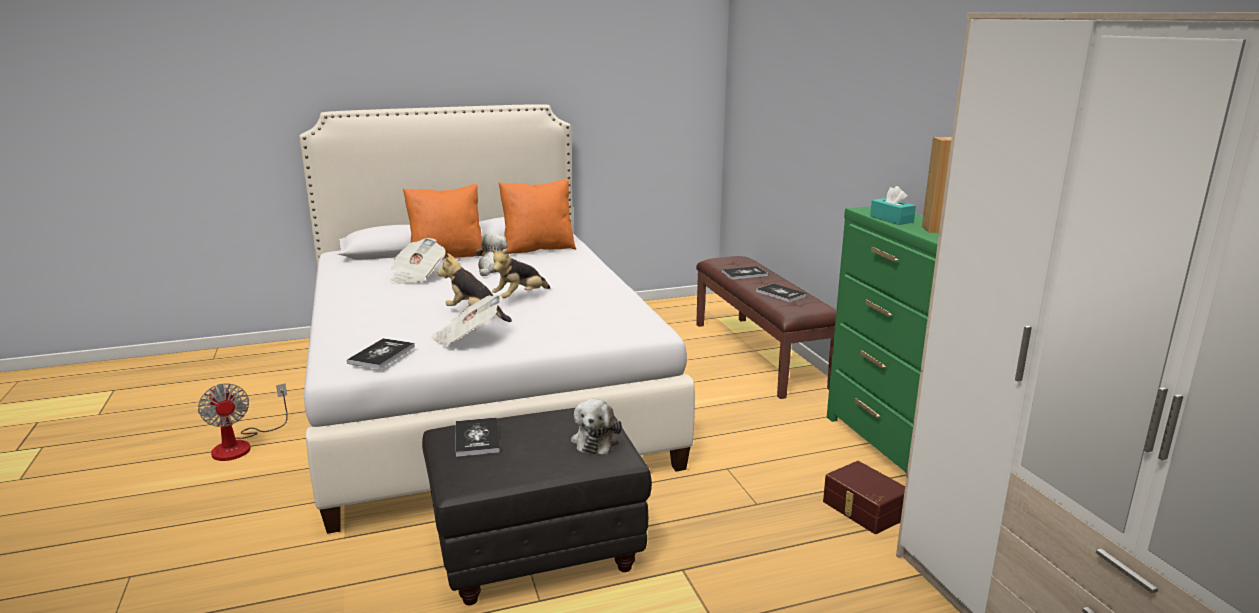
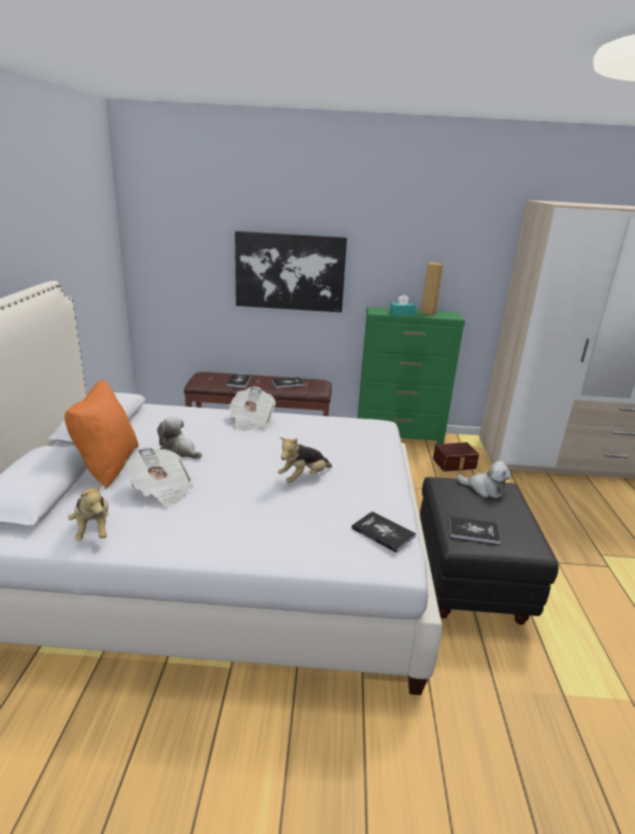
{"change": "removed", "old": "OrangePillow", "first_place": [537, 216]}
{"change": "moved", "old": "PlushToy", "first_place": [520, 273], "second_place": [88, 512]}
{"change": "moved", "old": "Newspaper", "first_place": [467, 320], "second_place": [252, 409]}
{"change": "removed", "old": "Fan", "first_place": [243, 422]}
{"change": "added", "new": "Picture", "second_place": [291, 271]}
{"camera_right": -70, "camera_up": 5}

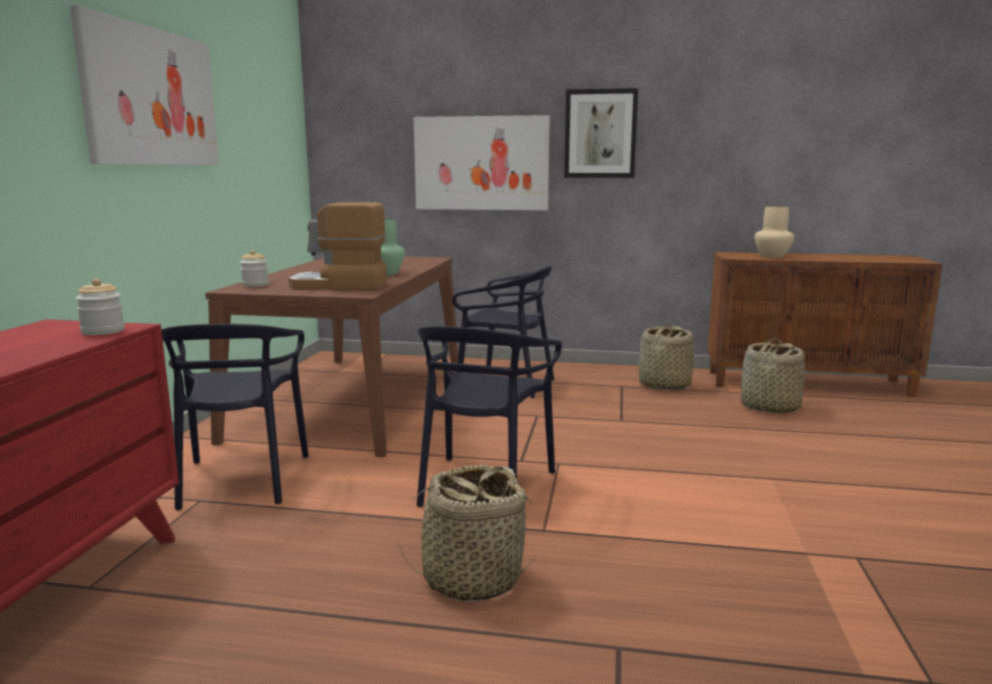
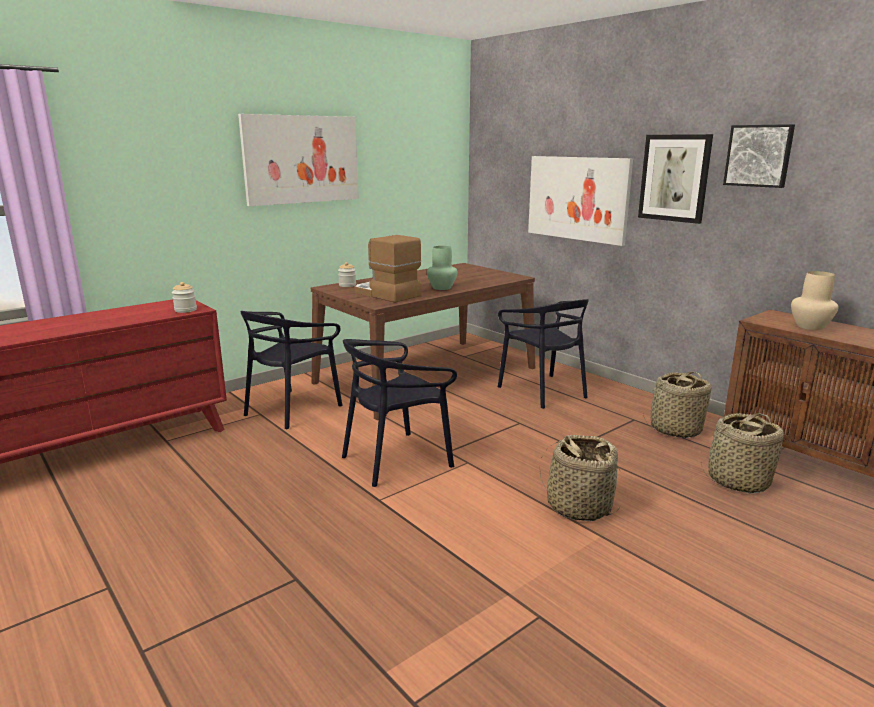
{"change": "moved", "old": "Basket", "first_place": [467, 533], "second_place": [580, 478]}
{"change": "added", "new": "Picture", "second_place": [759, 156]}
{"camera_right": 40, "camera_up": 5}

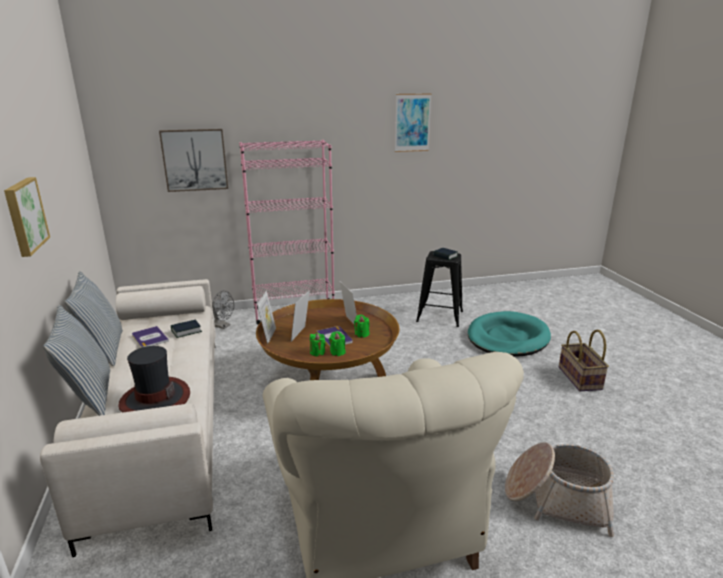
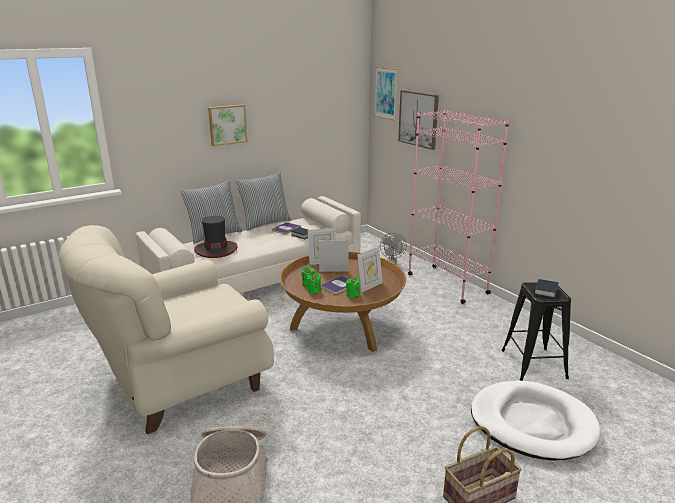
{"change": "moved", "old": "Picture", "first_place": [413, 122], "second_place": [386, 93]}
{"change": "recoloured", "old": "TurquoiseDogBed", "new": "WhiteDogBed", "first_place": [509, 334], "second_place": [536, 420]}
{"camera_right": 70, "camera_up": 0}

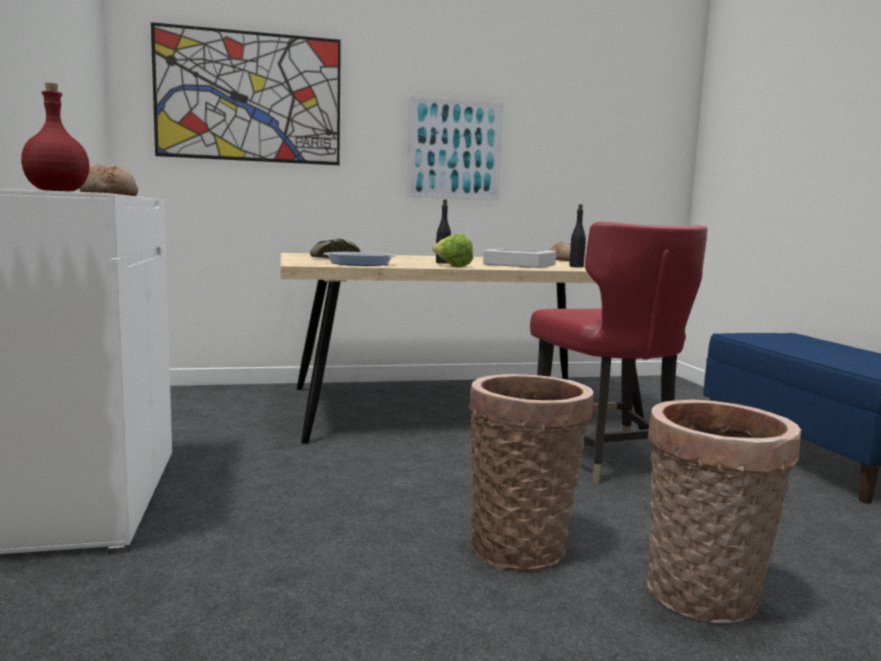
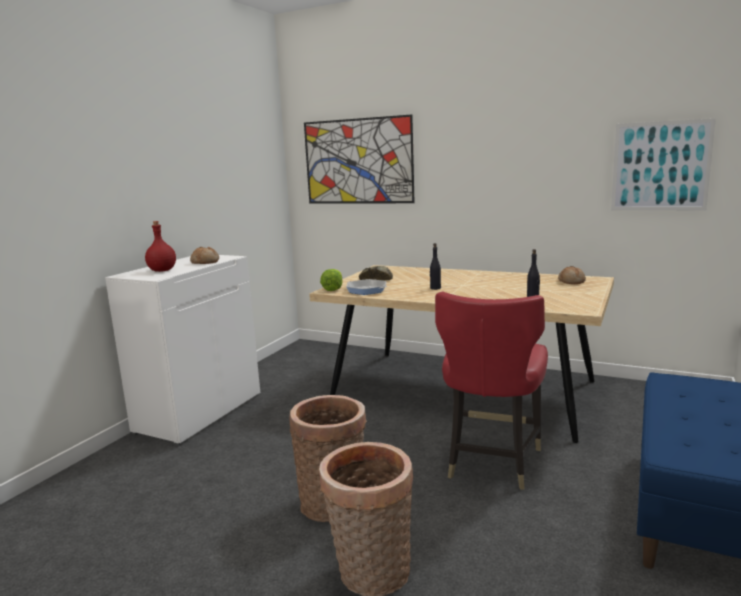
{"change": "moved", "old": "Picture", "first_place": [454, 148], "second_place": [663, 164]}
{"change": "moved", "old": "Lettuce", "first_place": [452, 250], "second_place": [331, 280]}
{"change": "removed", "old": "GreyTray", "first_place": [519, 258]}
{"camera_right": 40, "camera_up": 5}

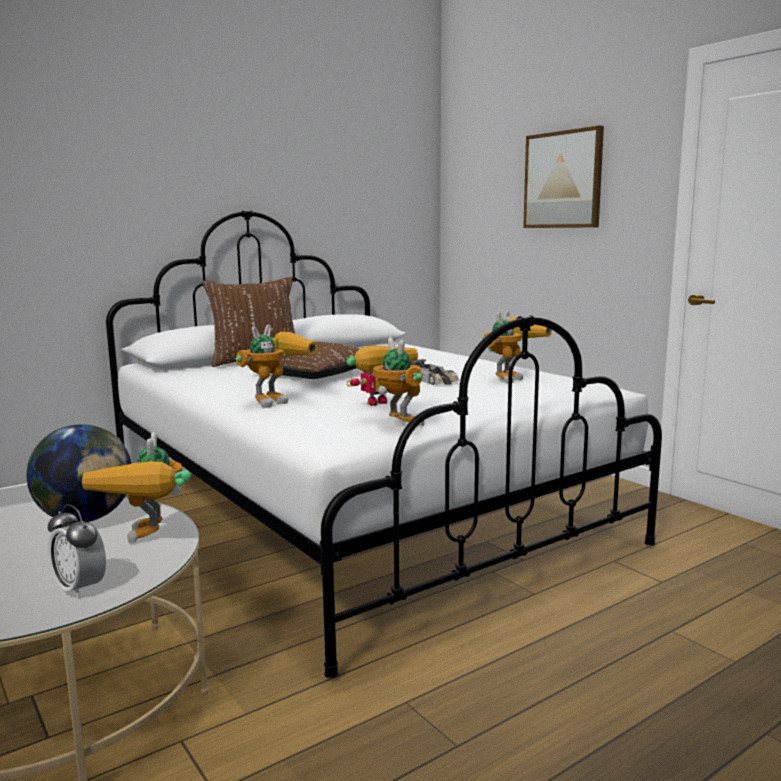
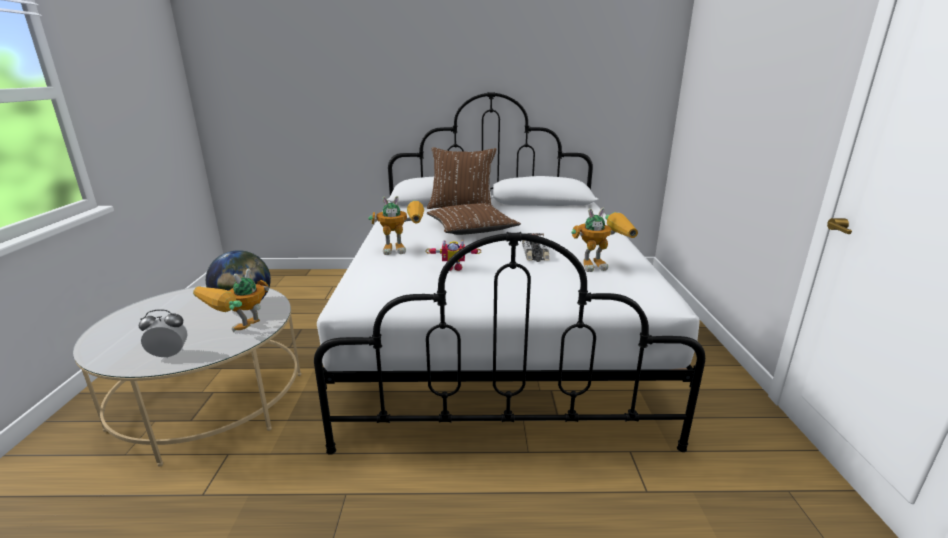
{"change": "removed", "old": "Picture", "first_place": [563, 176]}
{"change": "removed", "old": "ToyRobot", "first_place": [385, 381]}
{"change": "turned", "old": "AlarmClock", "first_place": [77, 551], "second_place": [163, 333], "degrees": 90}
{"camera_right": 35, "camera_up": 10}

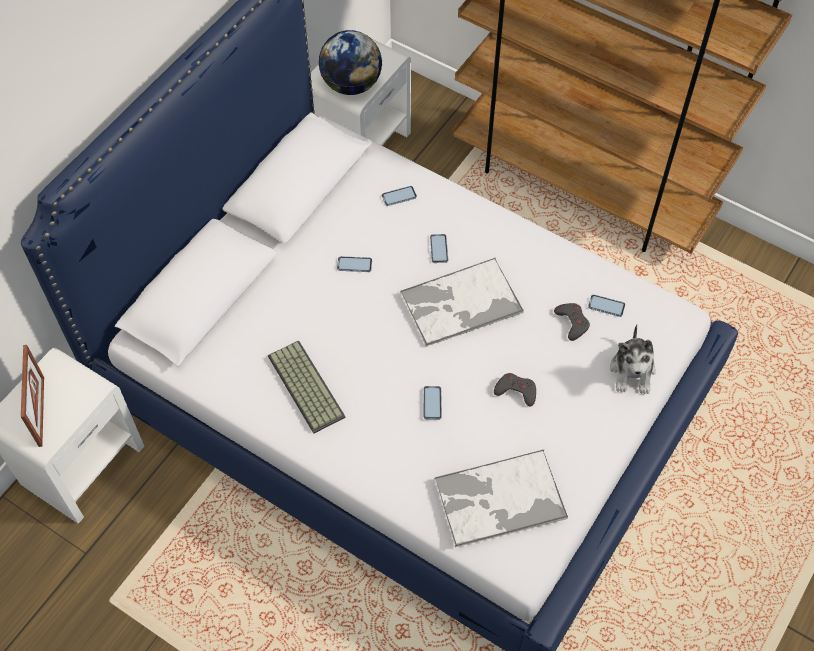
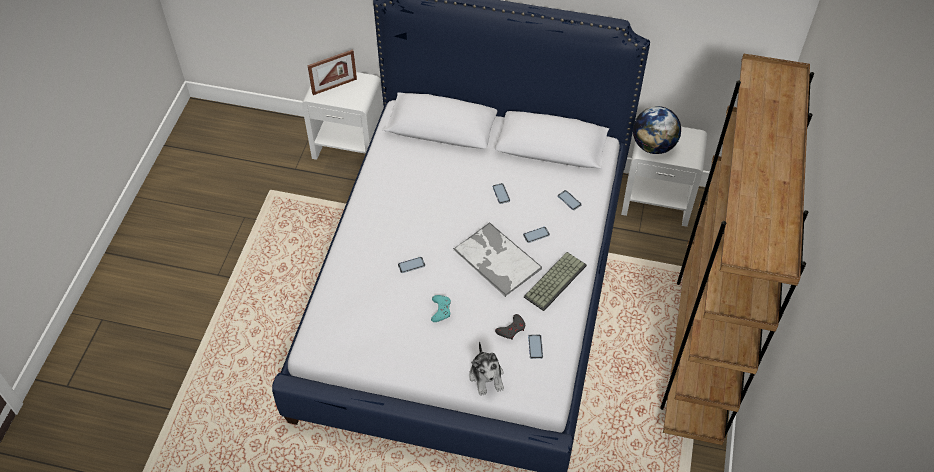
{"change": "turned", "old": "PlushToy", "first_place": [633, 359], "second_place": [486, 369], "degrees": -90}
{"change": "moved", "old": "Keyboard", "first_place": [307, 387], "second_place": [555, 281]}
{"change": "recoloured", "old": "GreyGameController", "new": "TurquoiseGameController", "first_place": [515, 389], "second_place": [441, 308]}
{"change": "removed", "old": "Tray", "first_place": [501, 498]}
{"camera_right": 70, "camera_up": -5}

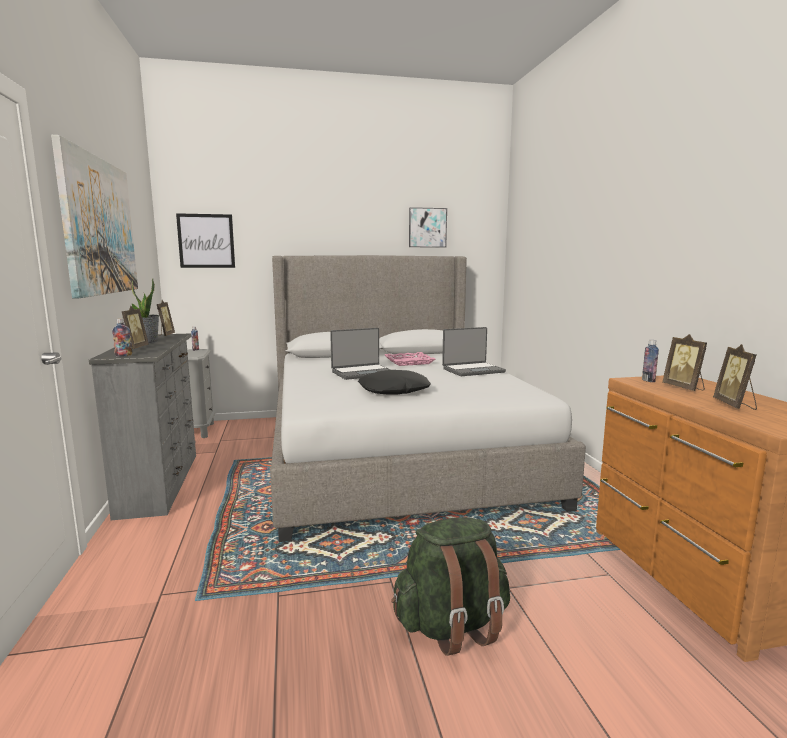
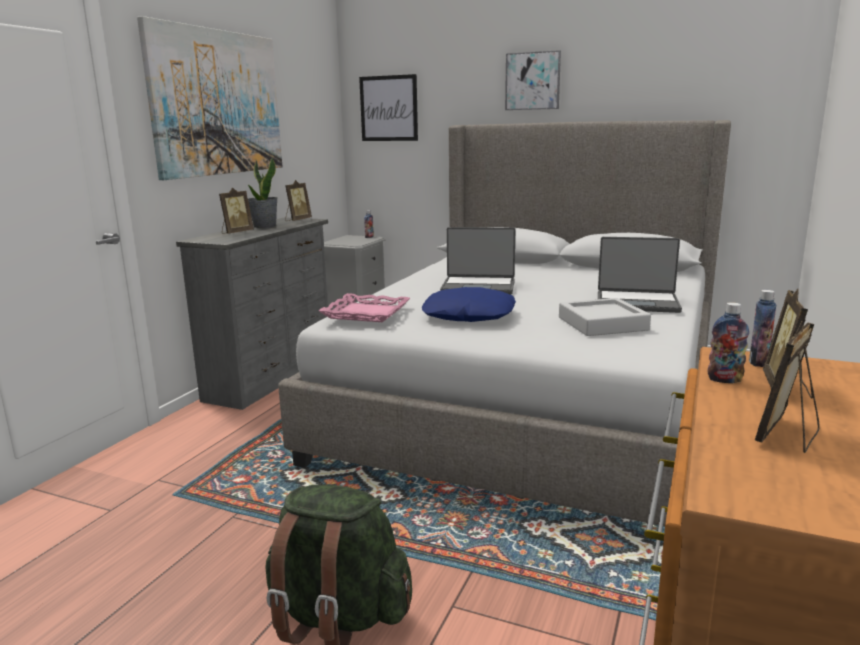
{"change": "moved", "old": "Picture", "first_place": [428, 227], "second_place": [533, 80]}
{"change": "moved", "old": "Bottle", "first_place": [122, 337], "second_place": [728, 342]}
{"change": "moved", "old": "PinkTray", "first_place": [410, 359], "second_place": [364, 307]}
{"change": "recoloured", "old": "BlackPillow", "new": "BluePillow", "first_place": [394, 382], "second_place": [469, 304]}
{"change": "added", "new": "GreyTray", "second_place": [605, 317]}
{"camera_right": 35, "camera_up": 5}

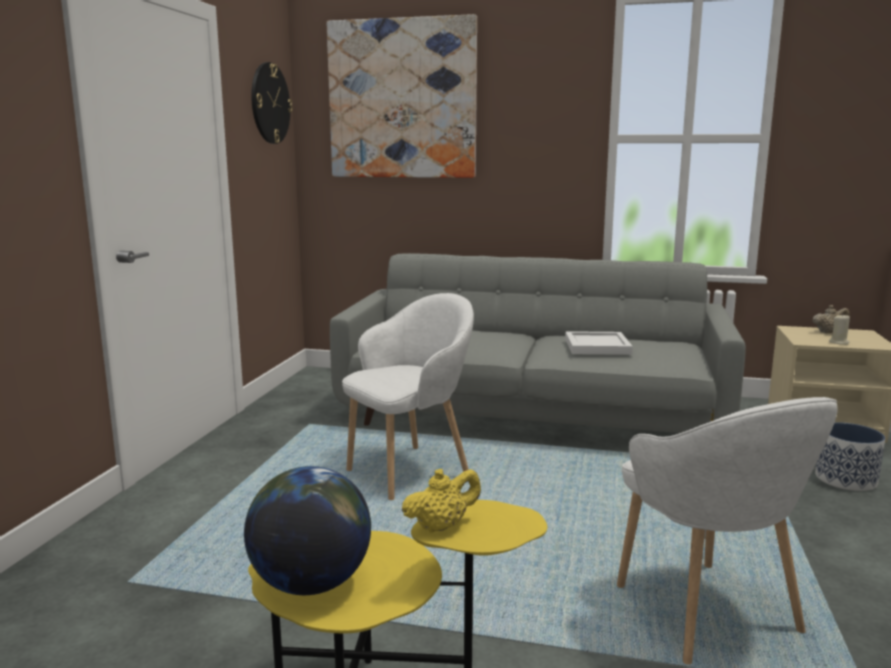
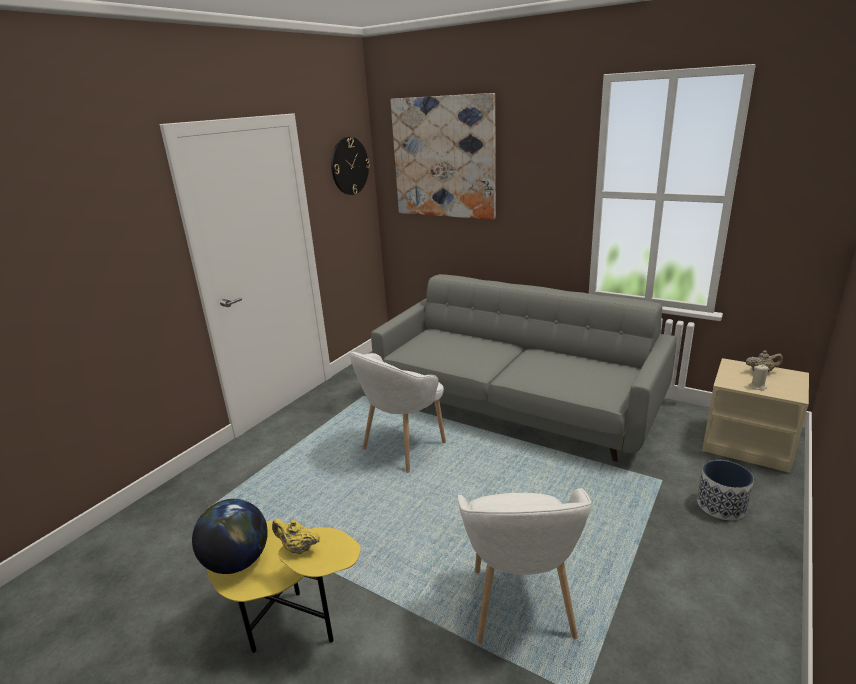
{"change": "turned", "old": "WhiteArmchair", "first_place": [408, 396], "second_place": [398, 412], "degrees": 150}
{"change": "removed", "old": "WhiteTray", "first_place": [599, 343]}
{"change": "turned", "old": "YellowTeapot", "first_place": [441, 501], "second_place": [296, 536], "degrees": -150}
{"camera_right": 20, "camera_up": 10}

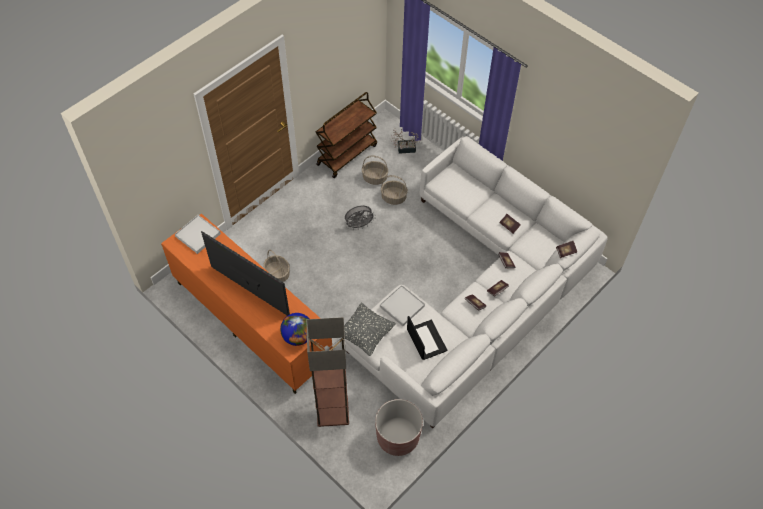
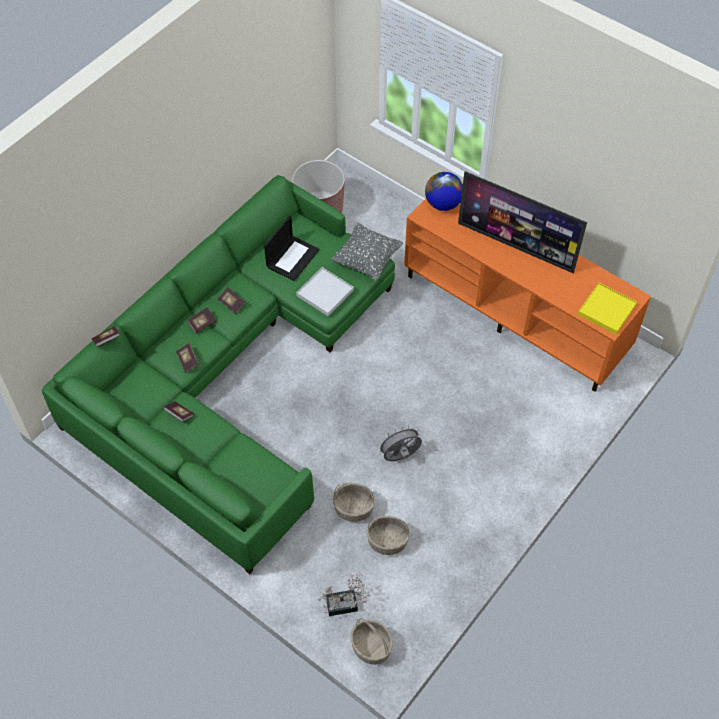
{"change": "removed", "old": "BrownCart", "first_place": [346, 135]}
{"change": "recoloured", "old": "WhiteSofa", "new": "GreenSofa", "first_place": [476, 282], "second_place": [218, 374]}
{"change": "recoloured", "old": "WhiteTray", "new": "YellowTray", "first_place": [198, 234], "second_place": [607, 308]}
{"change": "moved", "old": "Basket", "first_place": [276, 265], "second_place": [371, 641]}
{"change": "turned", "old": "Laptop", "first_place": [427, 338], "second_place": [291, 248], "degrees": -120}
{"change": "removed", "old": "FloorLamp", "first_place": [327, 372]}
{"camera_right": 175, "camera_up": 0}

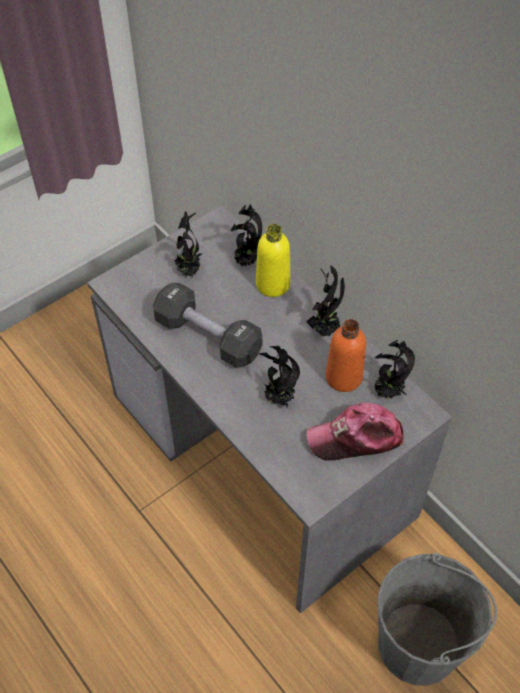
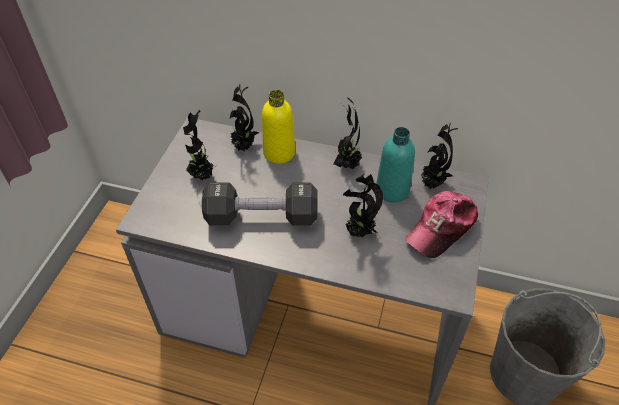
{"change": "recoloured", "old": "OrangeBottle", "new": "TurquoiseBottle", "first_place": [346, 355], "second_place": [395, 164]}
{"camera_right": -35, "camera_up": -5}

